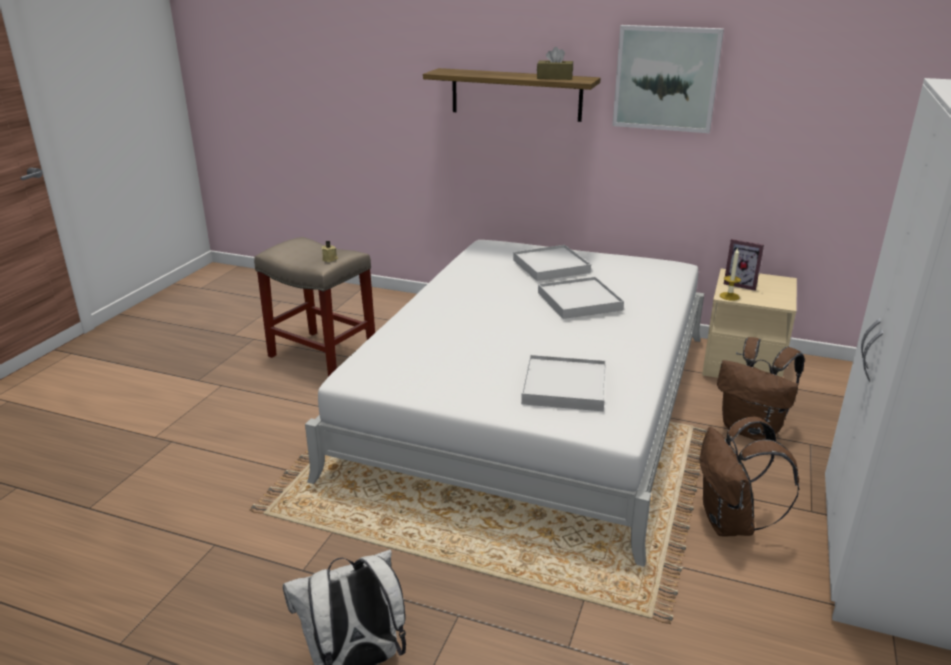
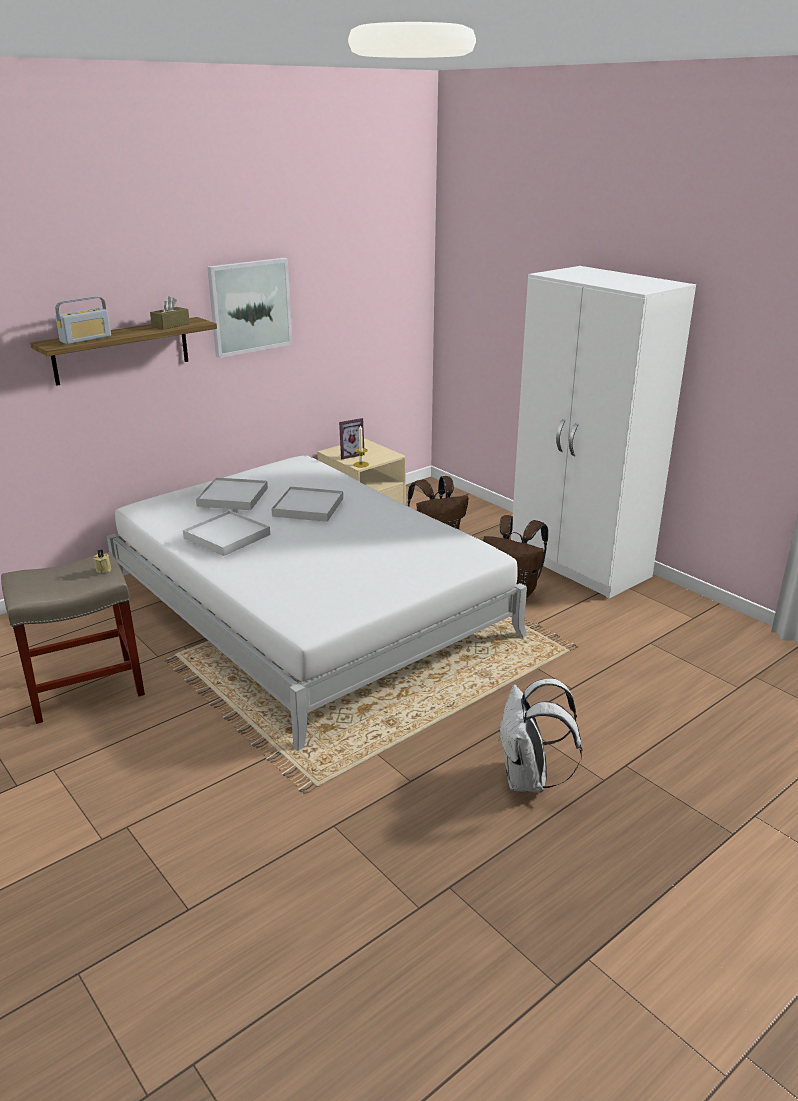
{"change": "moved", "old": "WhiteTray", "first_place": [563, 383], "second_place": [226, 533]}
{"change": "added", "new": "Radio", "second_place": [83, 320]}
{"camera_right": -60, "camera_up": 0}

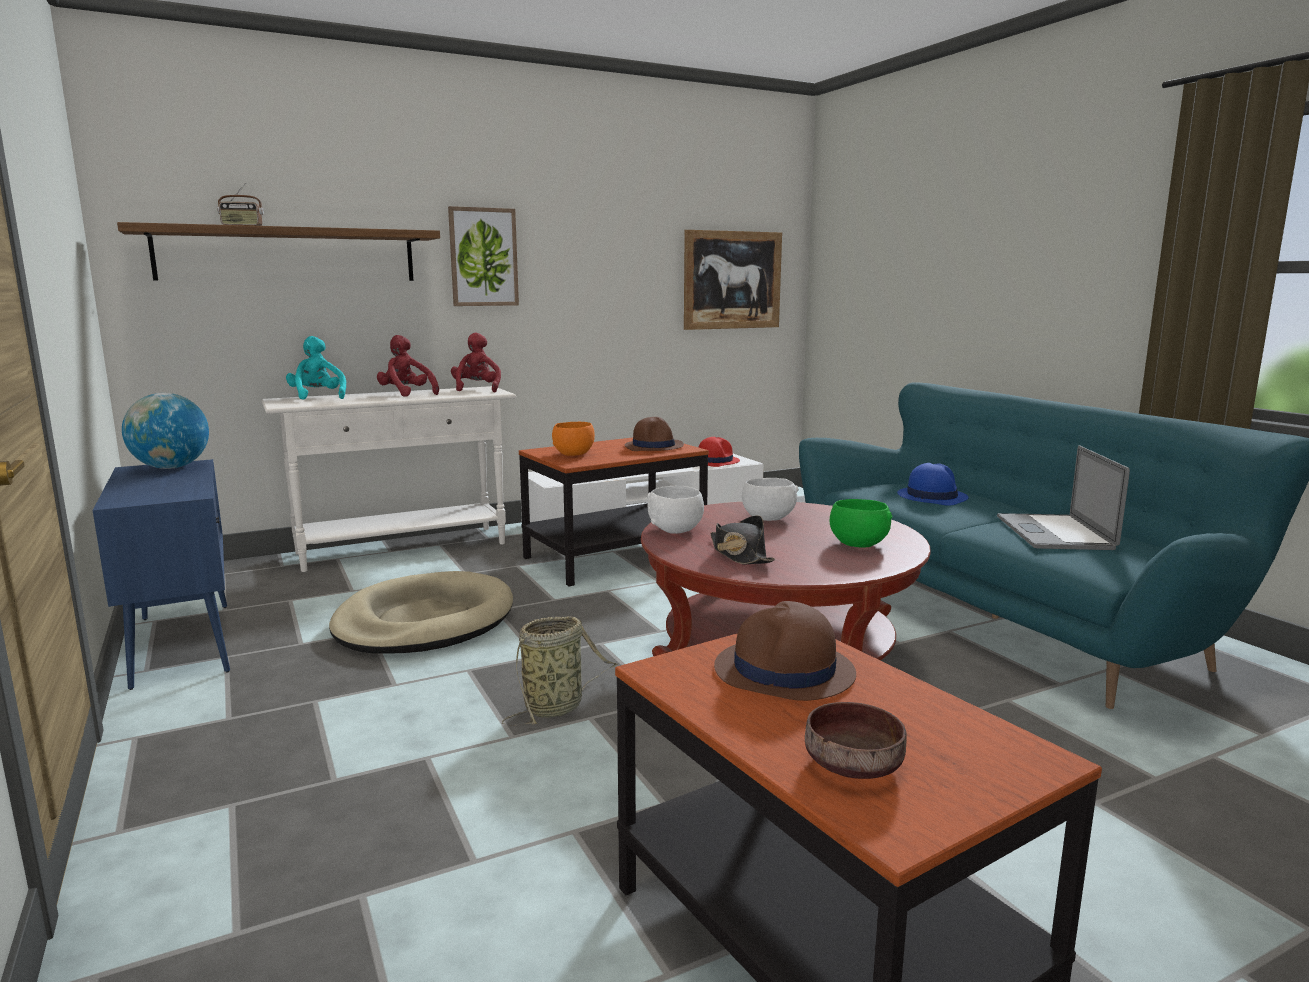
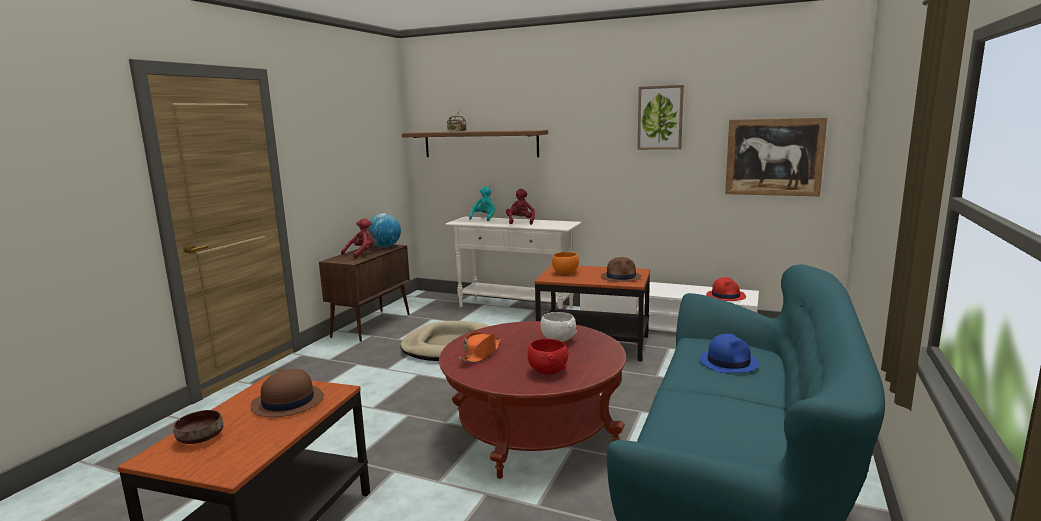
{"change": "moved", "old": "Picture", "first_place": [483, 256], "second_place": [661, 117]}
{"change": "moved", "old": "RedPlushToy", "first_place": [476, 362], "second_place": [357, 238]}
{"change": "removed", "old": "Laptop", "first_place": [1063, 497]}
{"change": "recoloured", "old": "BlueCabinet", "new": "BrownCabinet", "first_place": [161, 574], "second_place": [364, 293]}
{"change": "removed", "old": "WhiteBowl", "first_place": [675, 510]}
{"change": "recoloured", "old": "GreenBowl", "new": "RedBowl", "first_place": [861, 523], "second_place": [548, 357]}
{"change": "recoloured", "old": "BlackHat", "new": "OrangeHat", "first_place": [742, 539], "second_place": [480, 347]}
{"change": "removed", "old": "Basket", "first_place": [560, 671]}
{"camera_right": 50, "camera_up": 0}

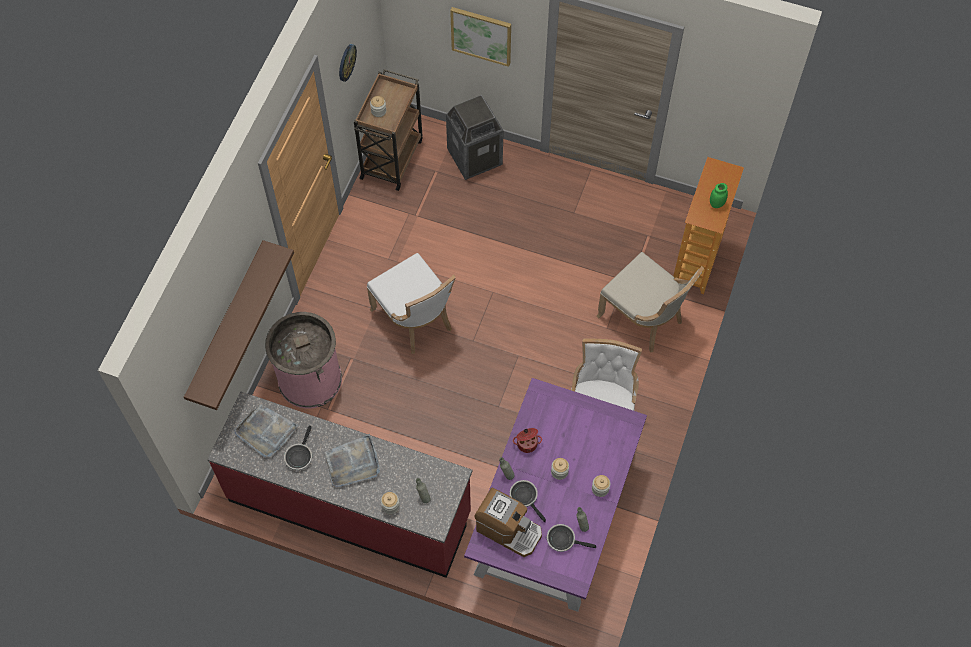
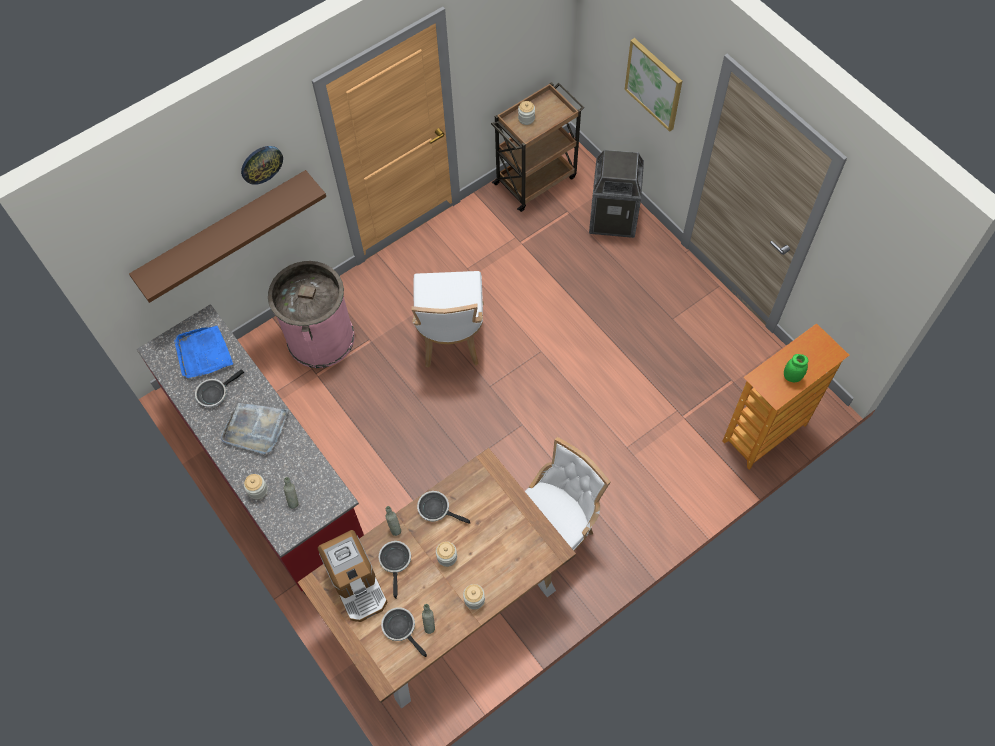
{"change": "moved", "old": "WallClock", "first_place": [348, 63], "second_place": [262, 165]}
{"change": "removed", "old": "BeigeChair", "first_place": [650, 302]}
{"change": "recoloured", "old": "PurpleDiningTable", "new": "BrownDiningTable", "first_place": [555, 495], "second_place": [437, 578]}
{"change": "recoloured", "old": "GreyTray", "new": "BlueTray", "first_place": [266, 430], "second_place": [203, 352]}
{"change": "replaced", "old": "CookingPot", "new": "FryingPan", "first_place": [527, 440], "second_place": [443, 507]}
{"camera_right": 35, "camera_up": 0}

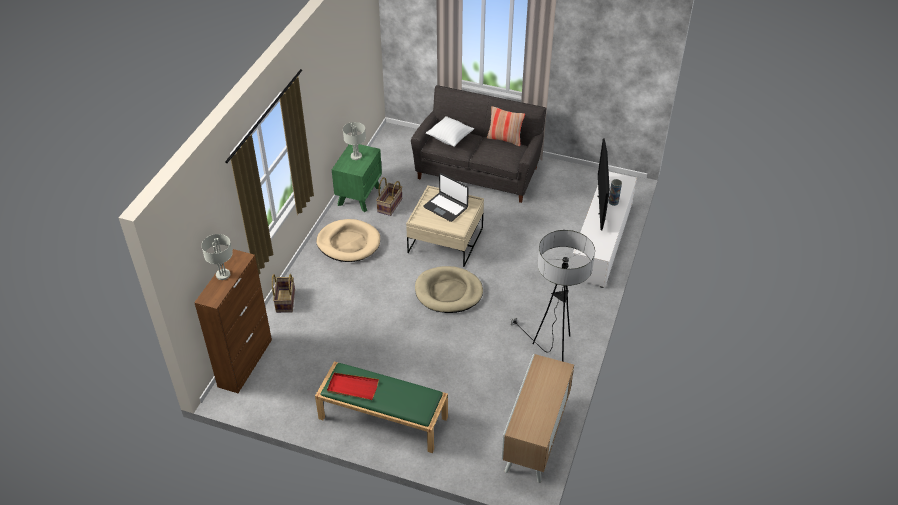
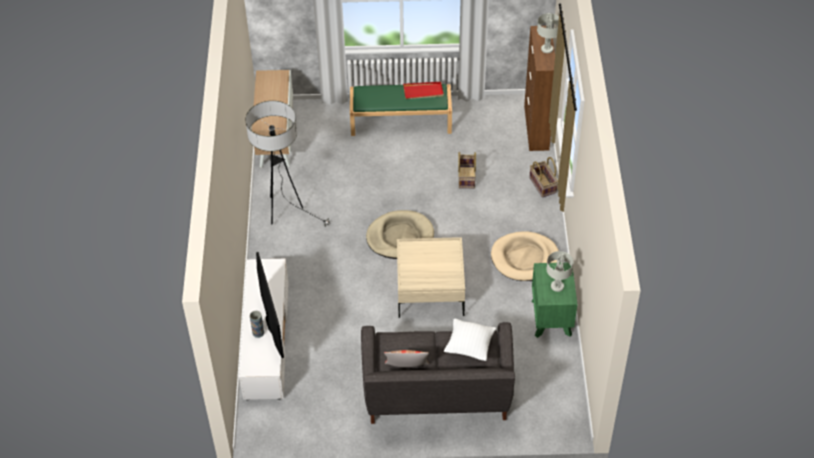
{"change": "removed", "old": "Laptop", "first_place": [446, 197]}
{"change": "moved", "old": "Basket", "first_place": [389, 196], "second_place": [467, 170]}
{"camera_right": 160, "camera_up": 5}

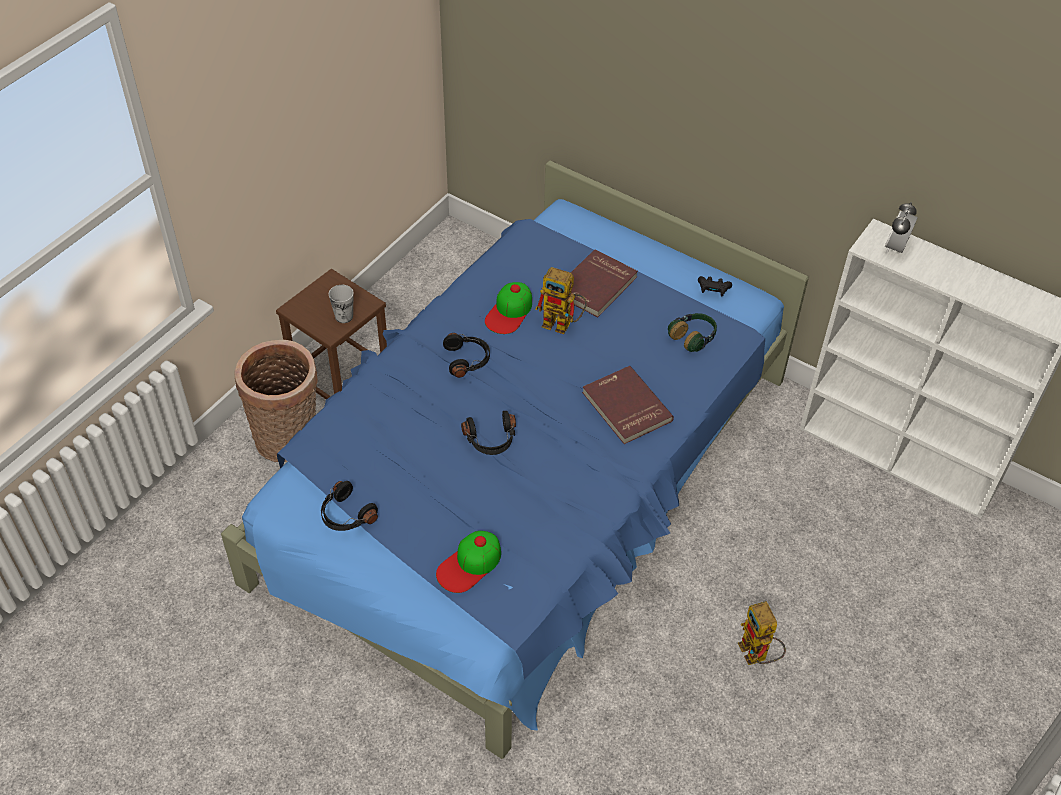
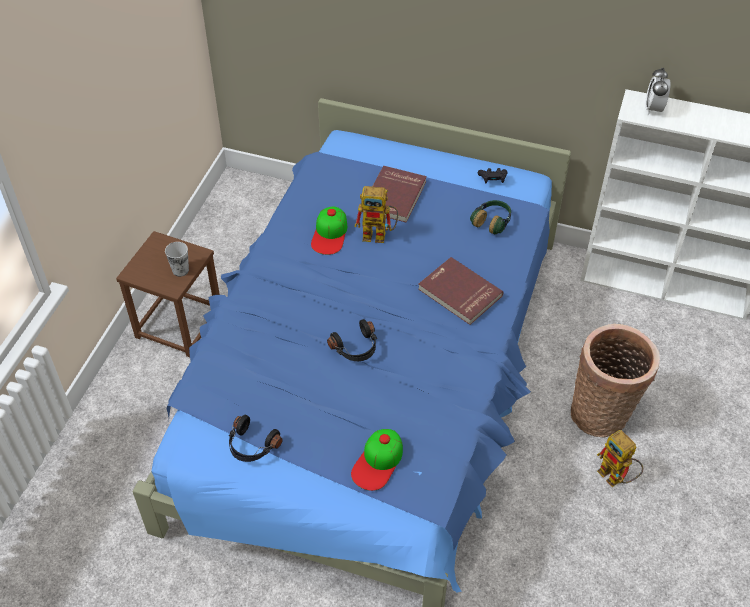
{"change": "removed", "old": "BlackHeadphones", "first_place": [466, 355]}
{"change": "moved", "old": "Basket", "first_place": [276, 401], "second_place": [615, 380]}
{"camera_right": -15, "camera_up": 0}

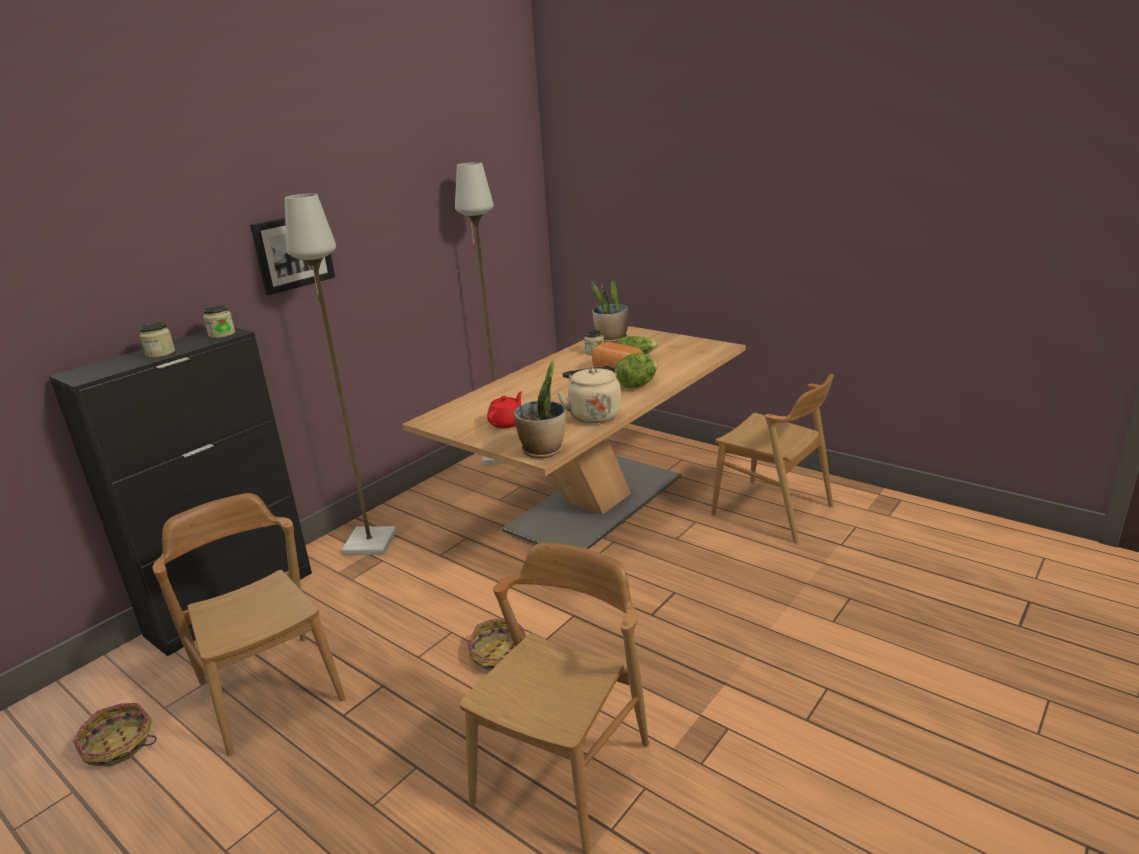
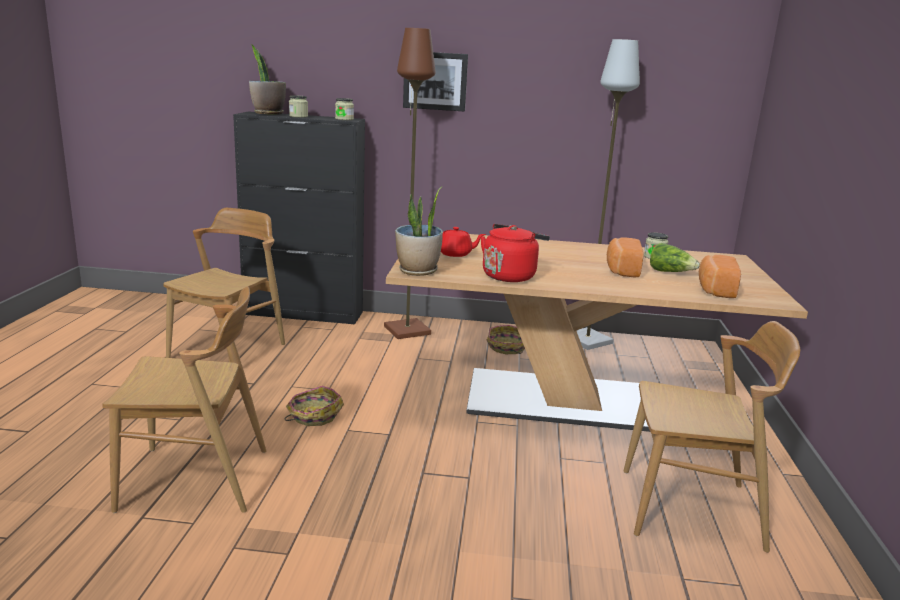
{"change": "recoloured", "old": "GreyFloorLamp", "new": "BrownFloorLamp", "first_place": [341, 374], "second_place": [410, 183]}
{"change": "moved", "old": "PottedPlant", "first_place": [609, 310], "second_place": [267, 79]}
{"change": "removed", "old": "Lettuce", "first_place": [636, 370]}
{"change": "recoloured", "old": "BeigeKettle", "new": "RedKettle", "first_place": [589, 394], "second_place": [515, 253]}
{"change": "turned", "old": "BrownChair", "first_place": [772, 458], "second_place": [712, 437], "degrees": -90}
{"change": "moved", "old": "Basket", "first_place": [114, 734], "second_place": [506, 339]}
{"change": "added", "new": "Bread", "second_place": [720, 276]}
{"camera_right": 55, "camera_up": -5}

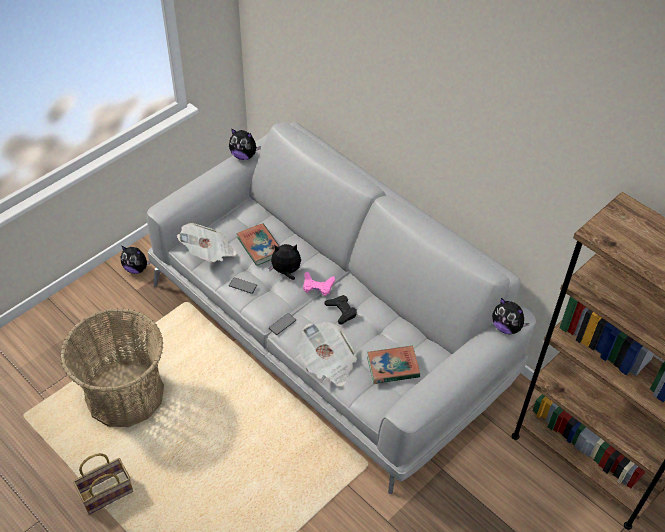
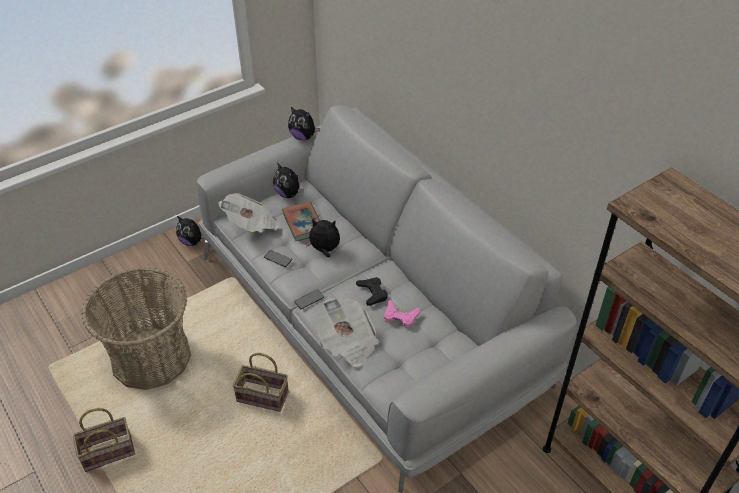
{"change": "moved", "old": "PinkGameController", "first_place": [319, 284], "second_place": [402, 314]}
{"change": "moved", "old": "PlushToy", "first_place": [510, 316], "second_place": [288, 180]}
{"change": "removed", "old": "Book", "first_place": [393, 365]}
{"change": "added", "new": "Basket", "second_place": [261, 382]}
{"camera_right": 10, "camera_up": -5}

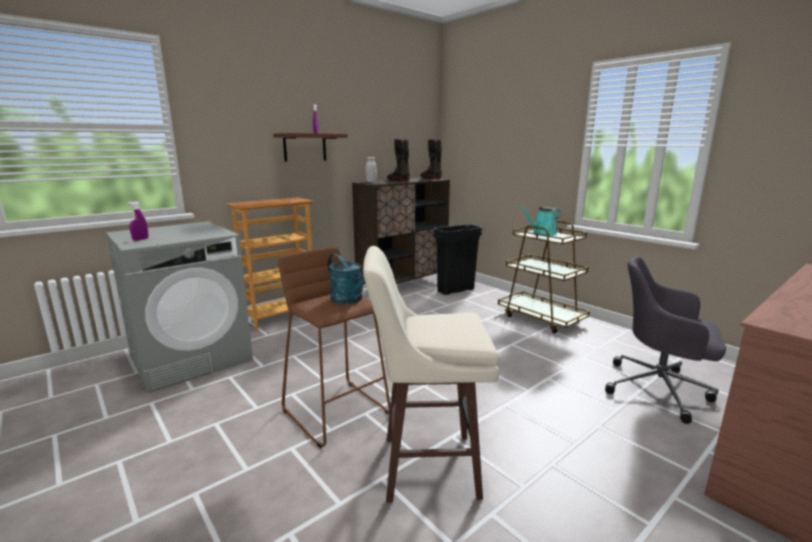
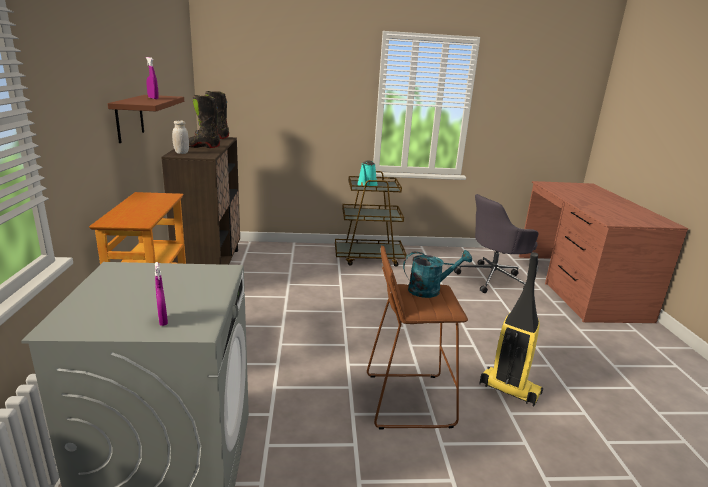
{"change": "removed", "old": "BlackTrashCan", "first_place": [458, 259]}
{"change": "replaced", "old": "BeigeStool", "new": "VacuumCleaner", "first_place": [431, 374], "second_place": [511, 329]}
{"camera_right": -55, "camera_up": 5}

